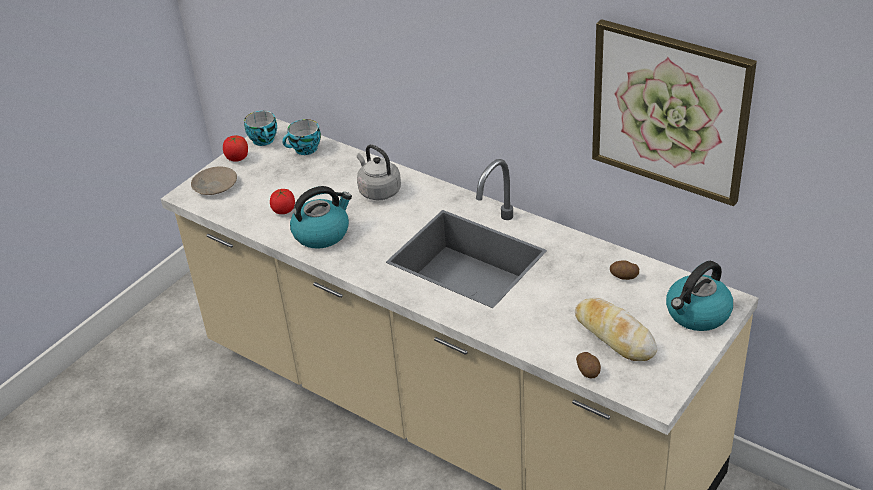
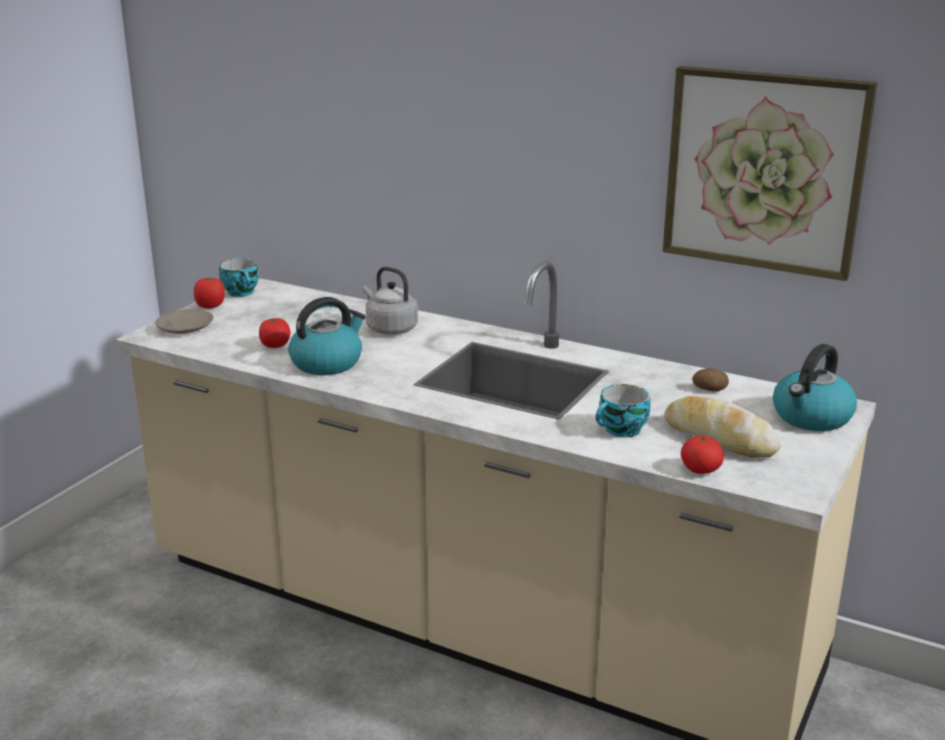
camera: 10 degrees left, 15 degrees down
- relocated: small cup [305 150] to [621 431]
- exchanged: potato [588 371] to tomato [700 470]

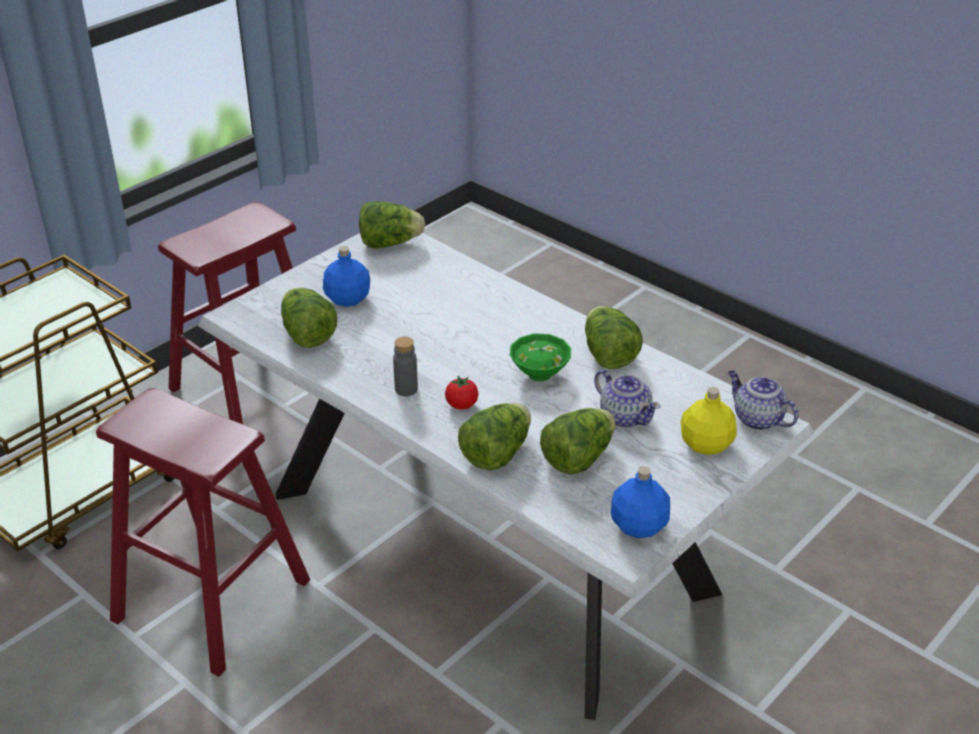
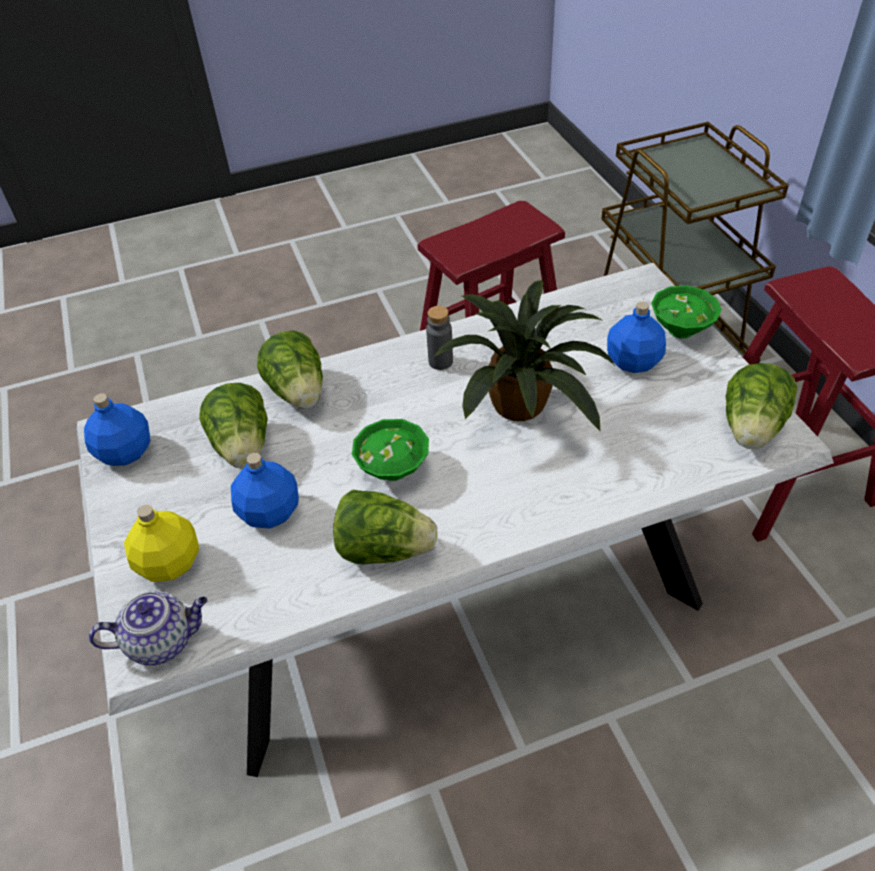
camera: 120 degrees right, 10 degrees up
- missing: head of lettuce [307 334]
- exchanged: teapot [624 416] to drink bottle (bluish) [270 513]
- missing: tomato [461 405]
- appeared: potted plant [523 405]
- appeared: serving bowl (greenish) [679 331]

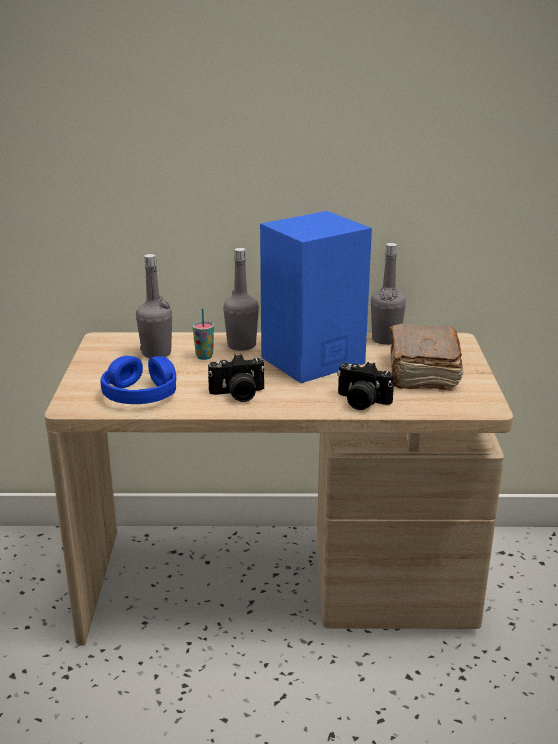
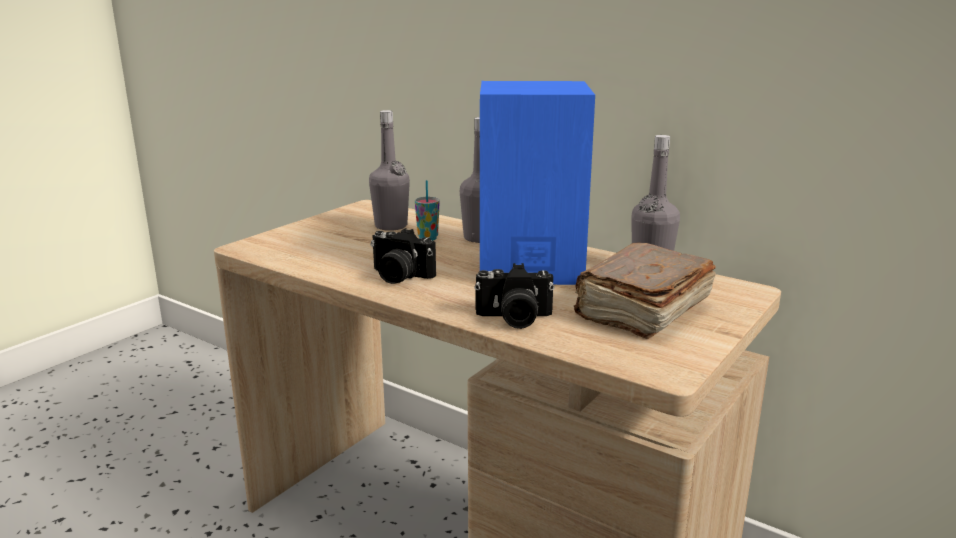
camera: 35 degrees right, 5 degrees down
- missing: headphones (bluish) [140 393]
- spun: photo camera [361 402] = [514 319] 60 degrees counterclockwise

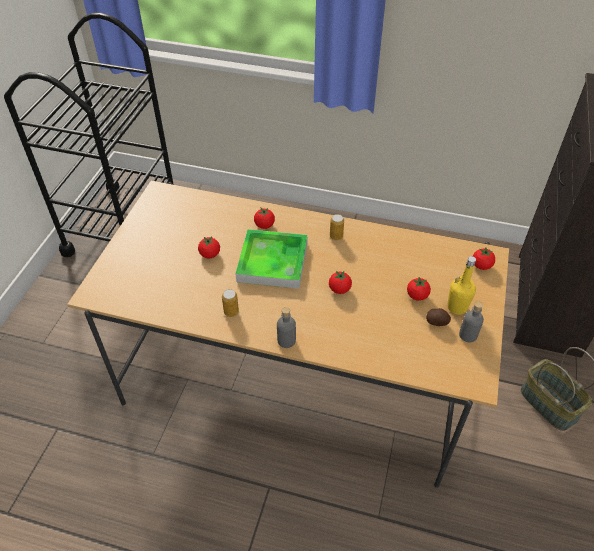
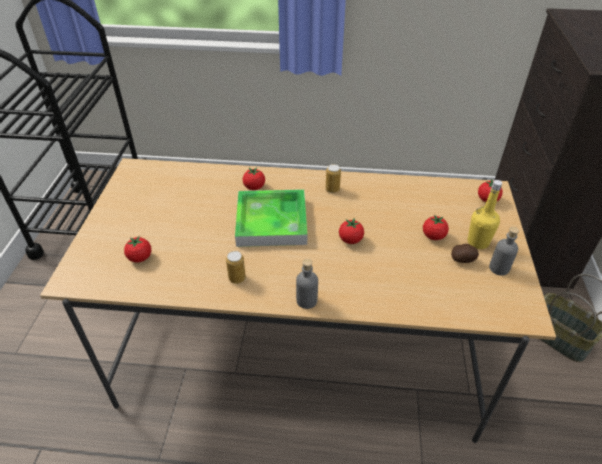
camera: 10 degrees left, 5 degrees down
- relocated: tomato [210 254] to [140 258]

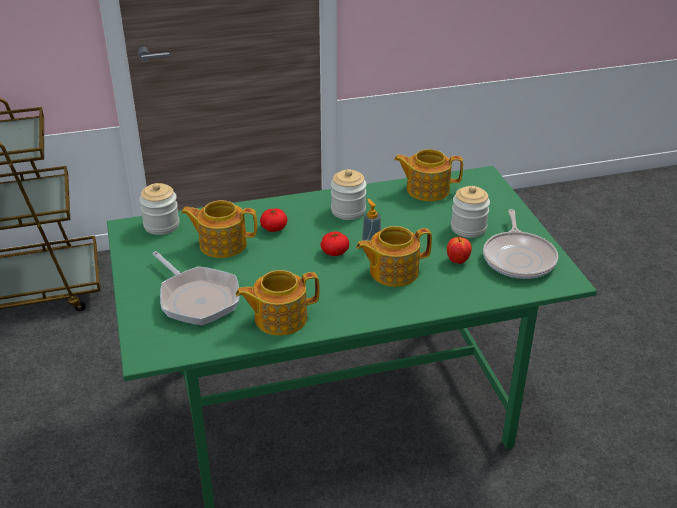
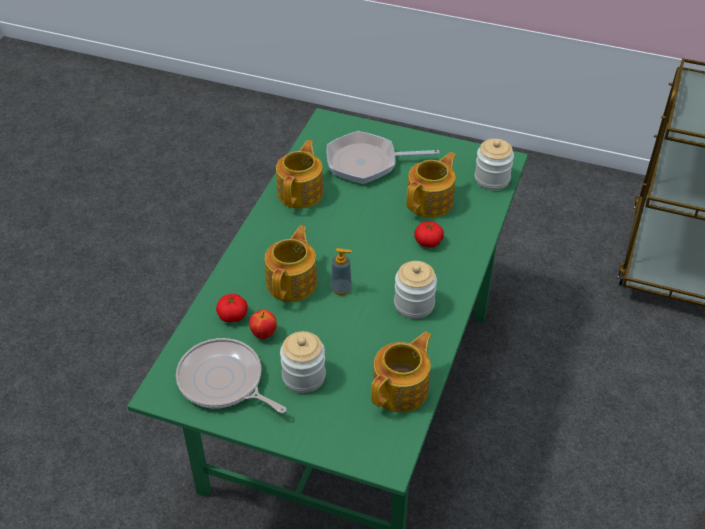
camera: 125 degrees right, 10 degrees up
- relocated: tomato [334 252] to [233 315]

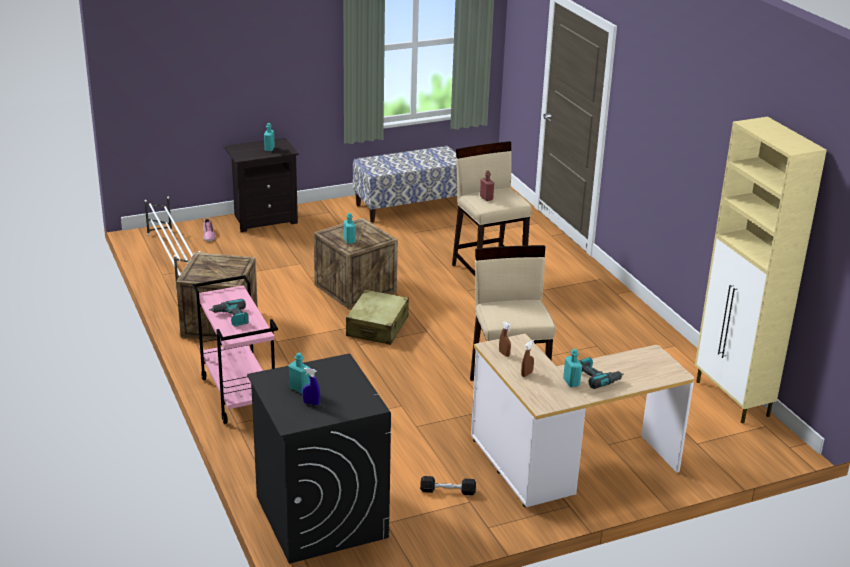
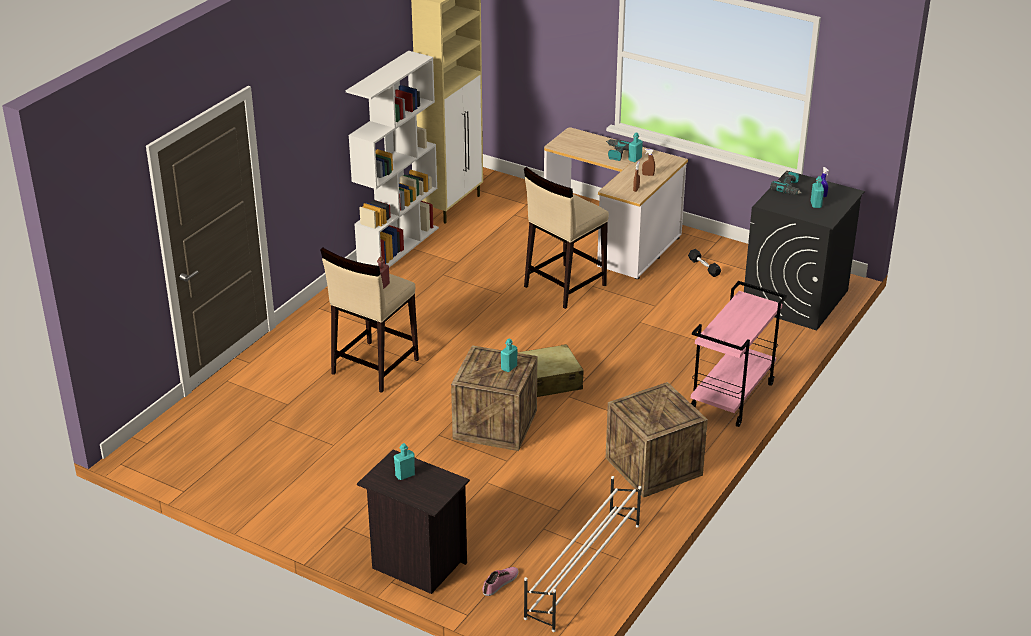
camera: 125 degrees left, 5 degrees up
- missing: indoor bench [409 206]
- relocated: power drill [232 317] to [789 189]
- appeared: bookshelf (white) [398 246]

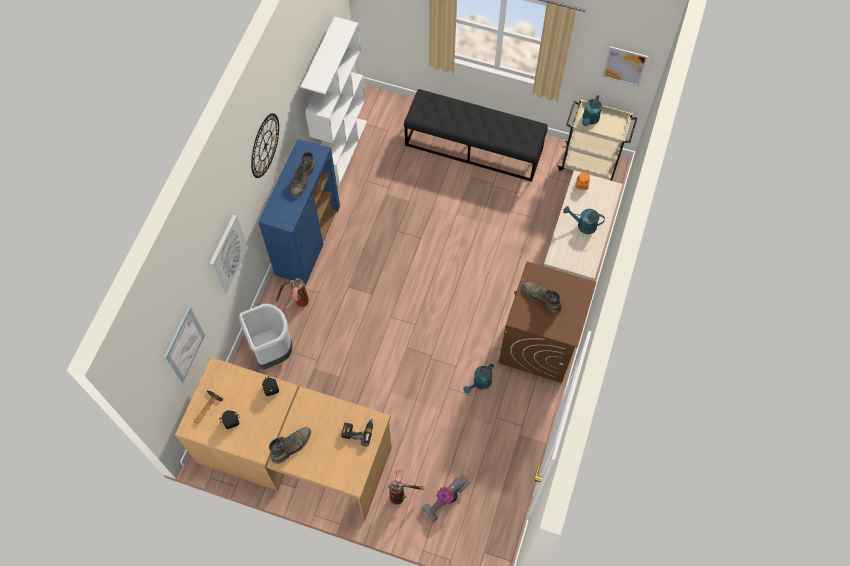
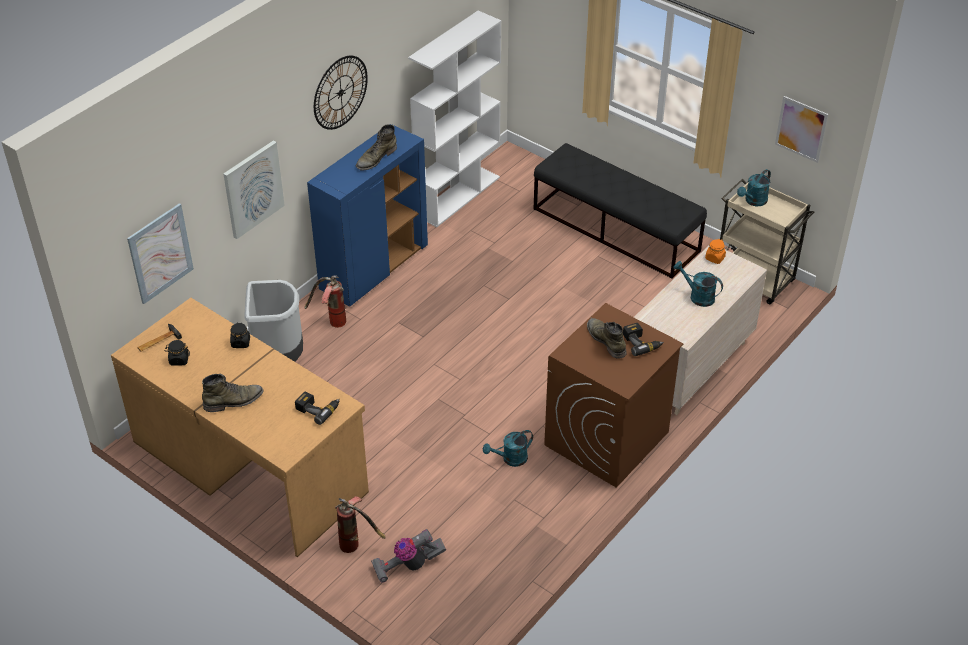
camera: 20 degrees right, 20 degrees down
- appeared: power drill [642 343]

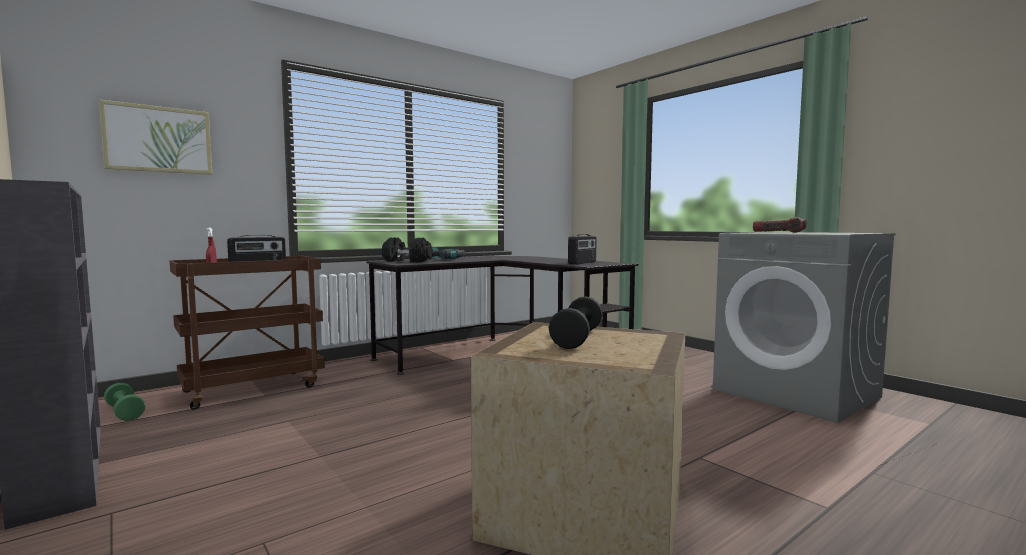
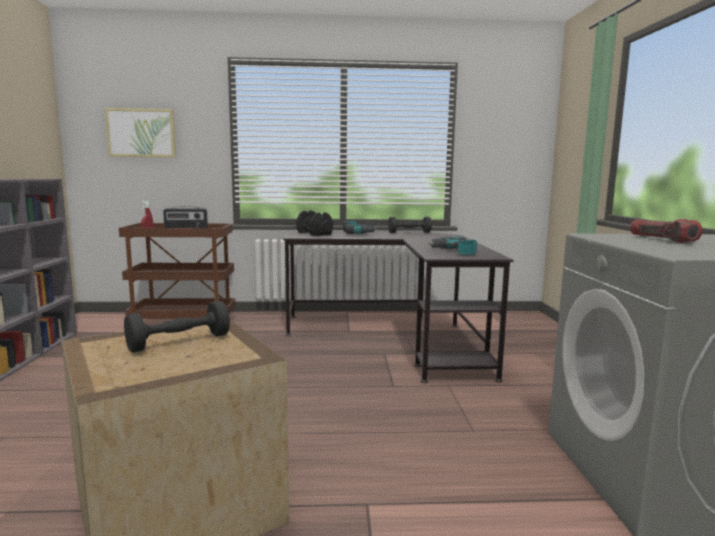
camera: 35 degrees right, 5 degrees up
- exchanged: radio [582 263] to power drill [453 252]
- missing: hand weight (greenish) [125 412]
- appeared: hand weight (black-coloured) [409 232]

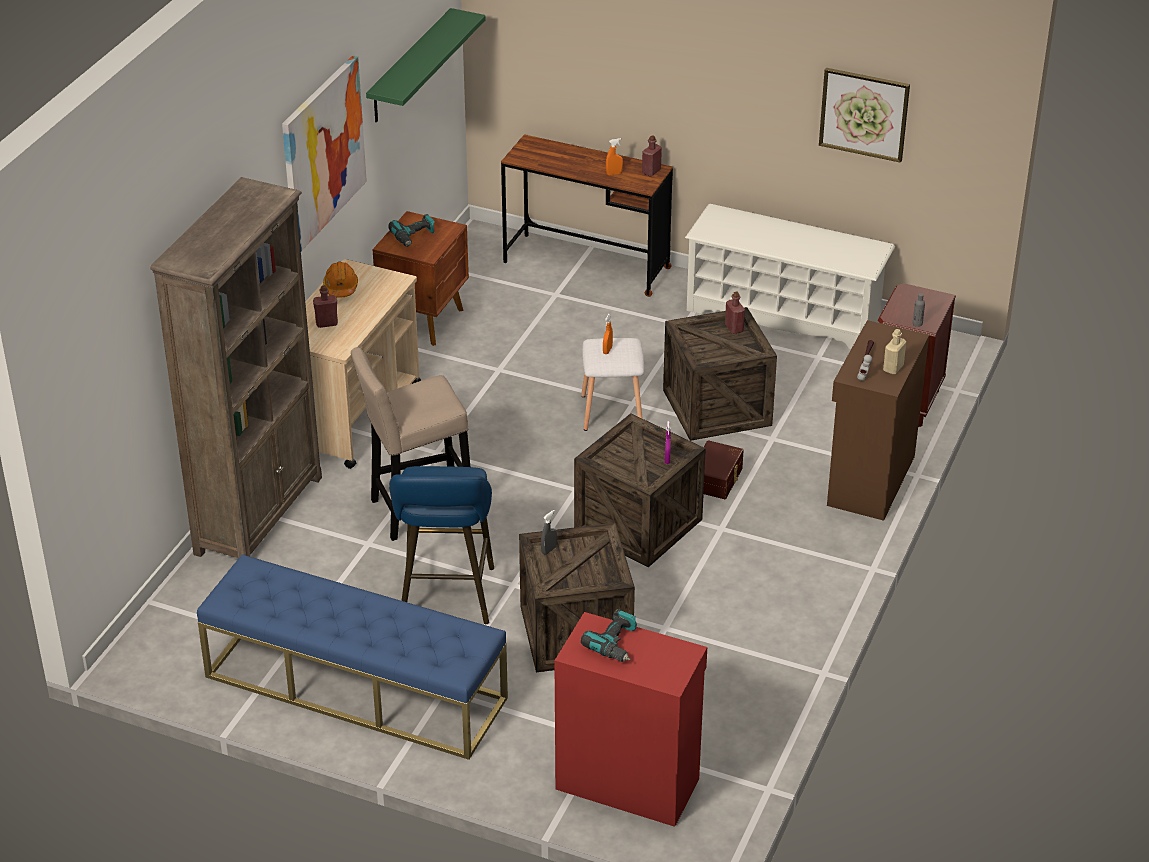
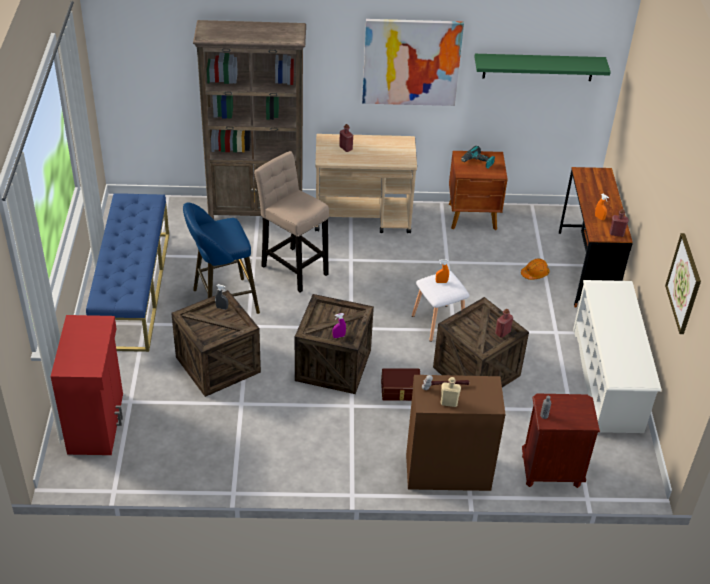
camera: 65 degrees right, 5 degrees up
- relocated: work helmet (orange) [341 287] to [535 273]
- missing: power drill [616 644]

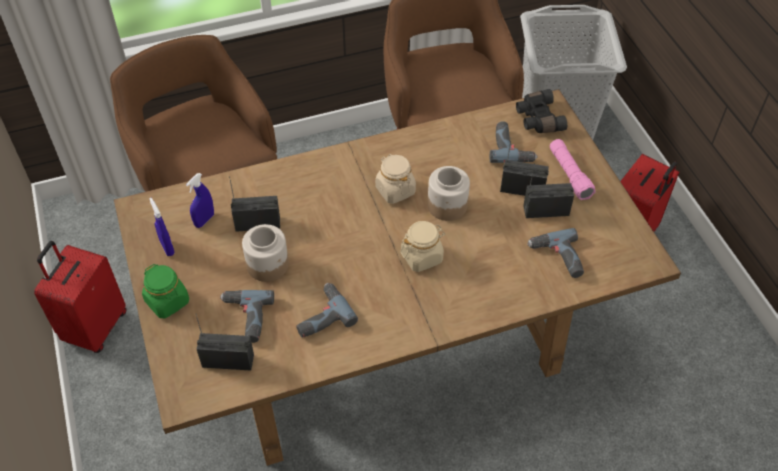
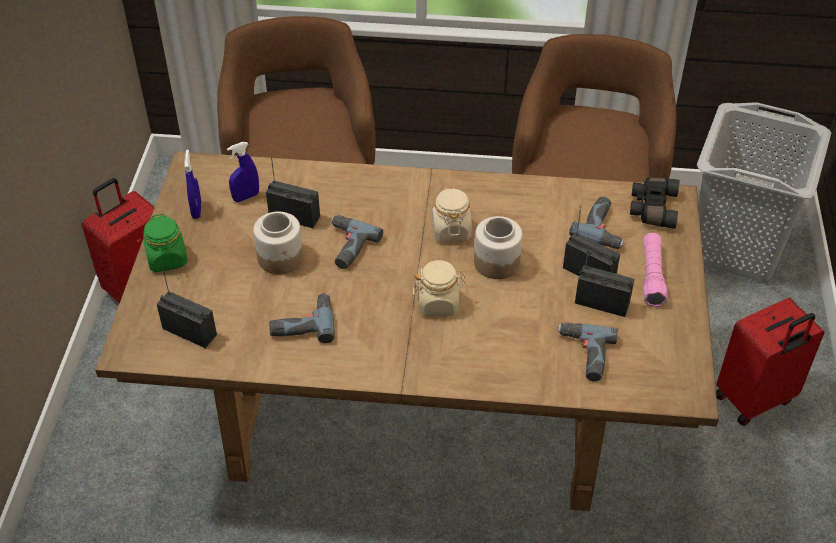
camera: 25 degrees right, 5 degrees down
- relocated: power drill [245 318] to [345 246]

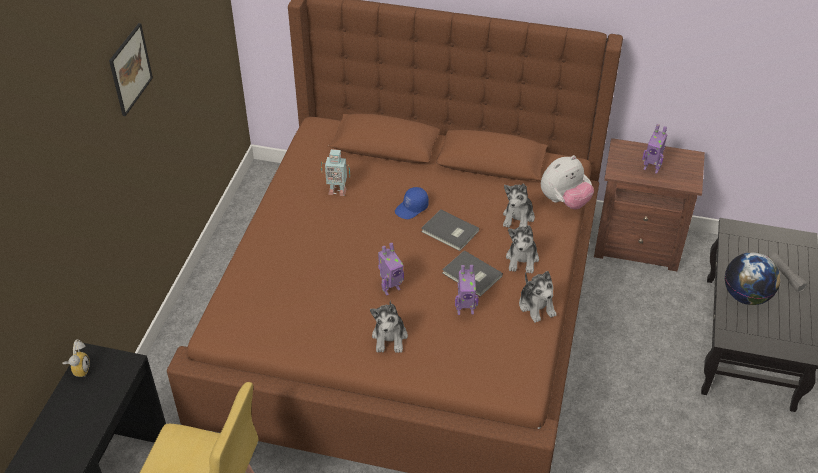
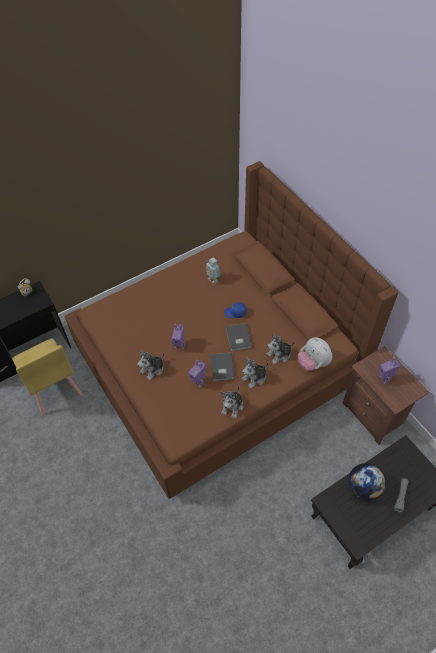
camera: 45 degrees right, 10 degrees up
- missing: wall art [130 69]
- spun: cuddly toy [564 201] = [313 363] 45 degrees clockwise

